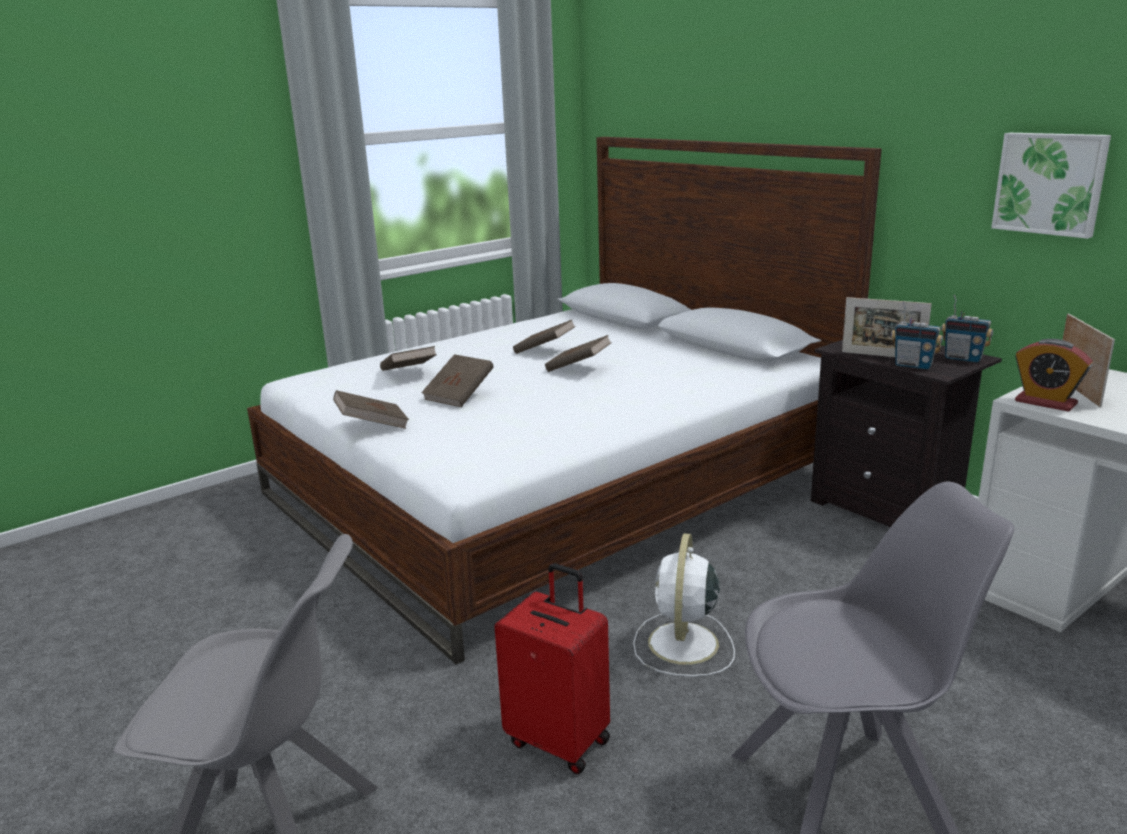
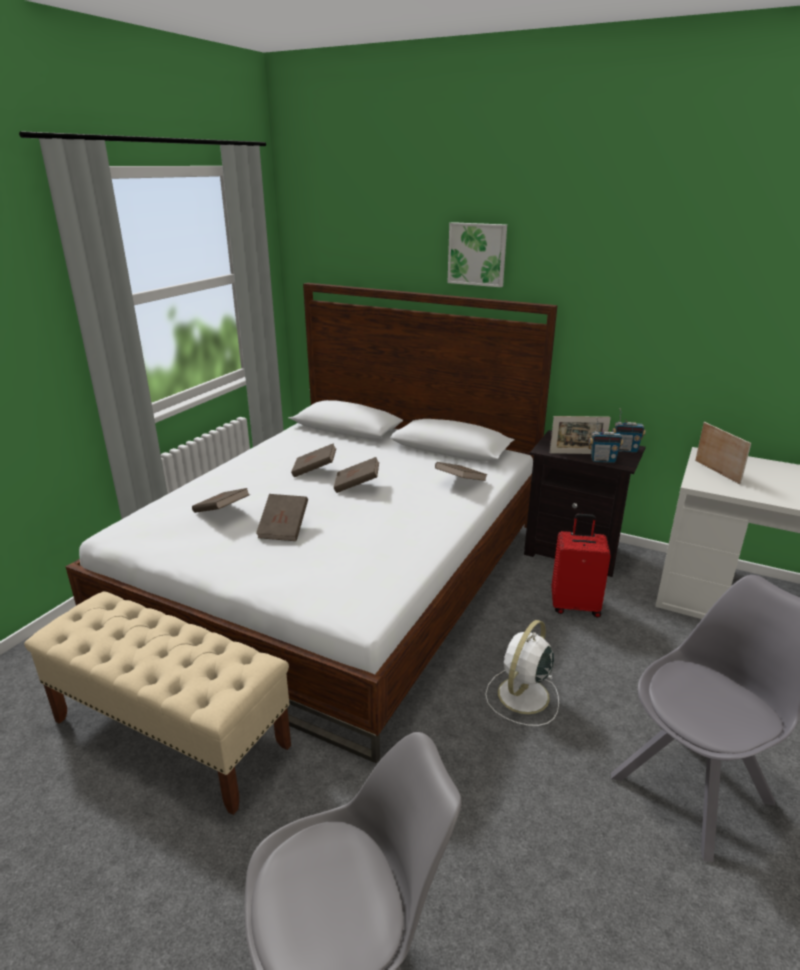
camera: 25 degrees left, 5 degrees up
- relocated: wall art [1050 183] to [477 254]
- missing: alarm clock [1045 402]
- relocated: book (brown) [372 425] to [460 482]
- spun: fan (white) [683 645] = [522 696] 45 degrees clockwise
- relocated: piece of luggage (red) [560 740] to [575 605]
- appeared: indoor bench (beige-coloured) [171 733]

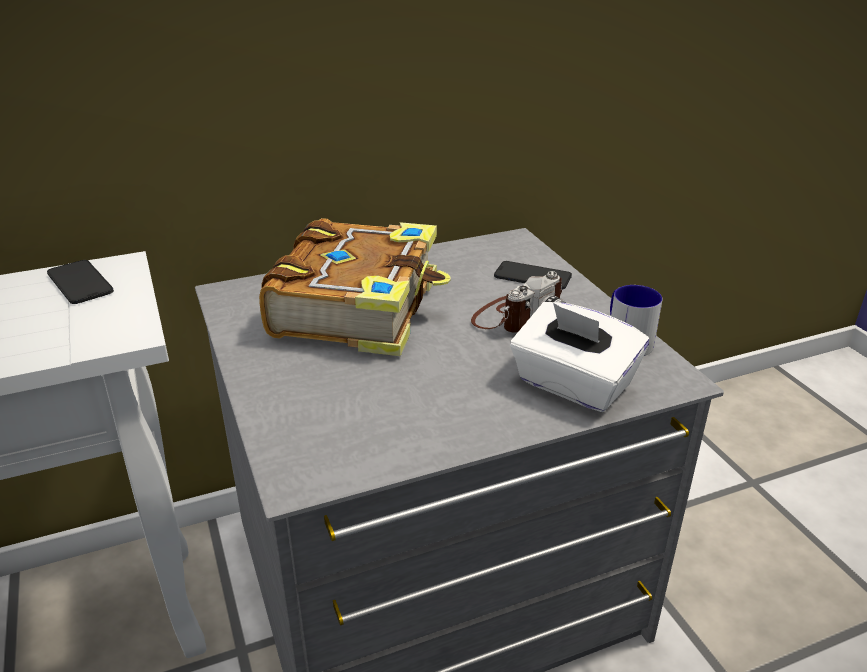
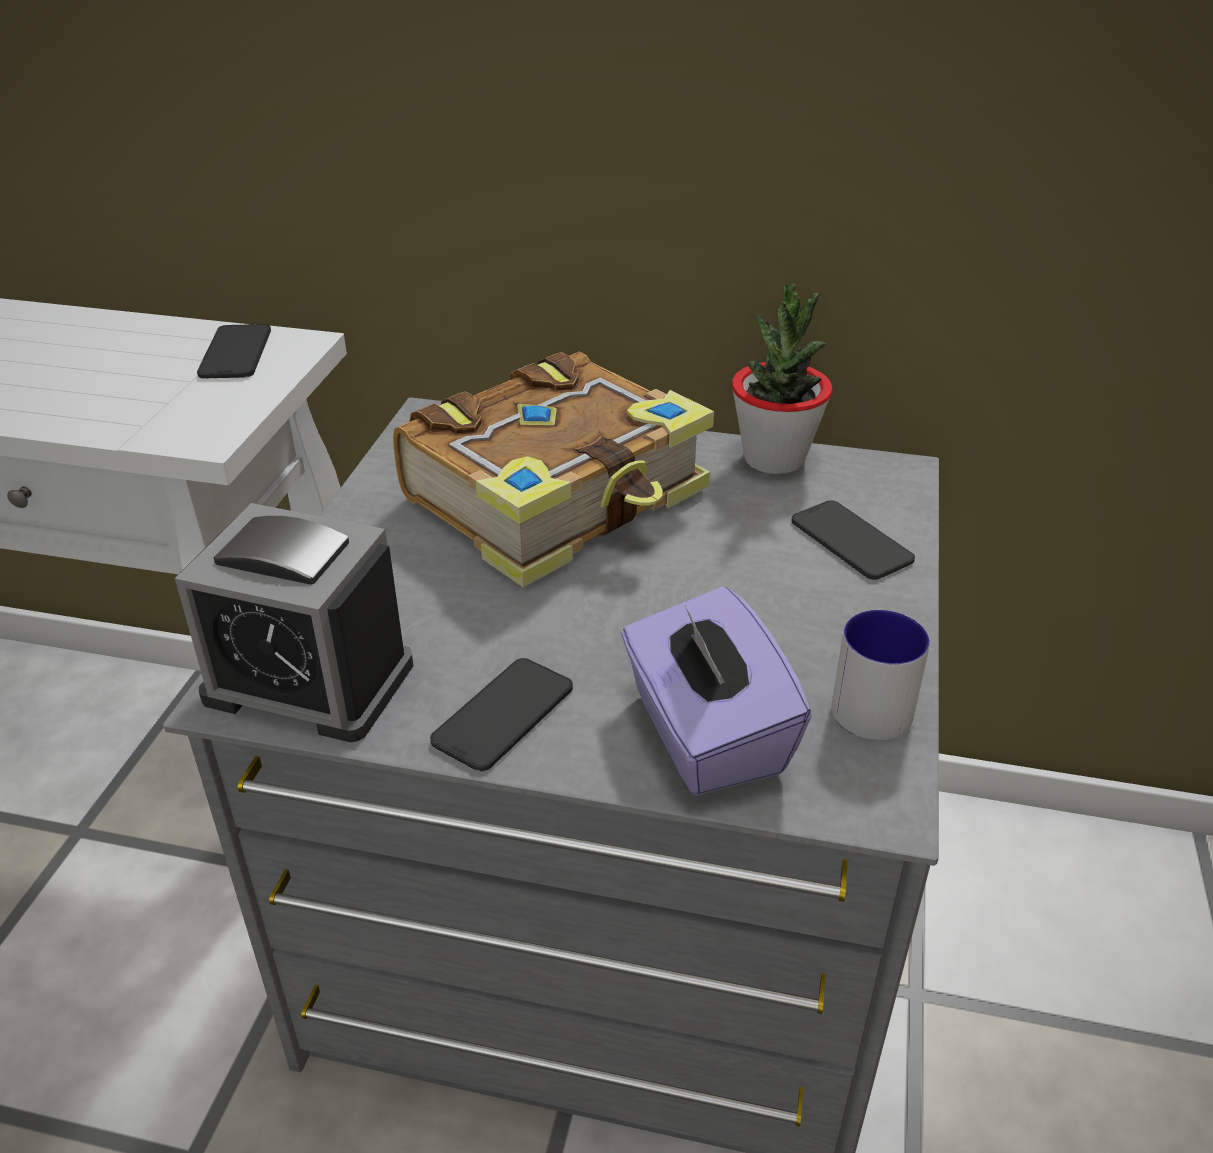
camera: 35 degrees right, 5 degrees up
- missing: photo camera [517 316]
- colour: tissue holder (white) [573 385] to tissue holder (purple-coloured) [705 734]
- appeared: potted plant [774 459]
- appeared: alarm clock [309 681]
- appeared: handset [503 714]

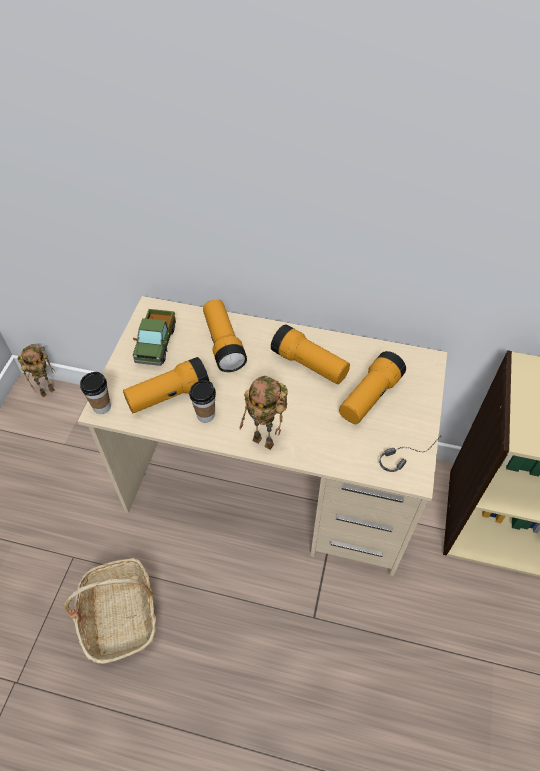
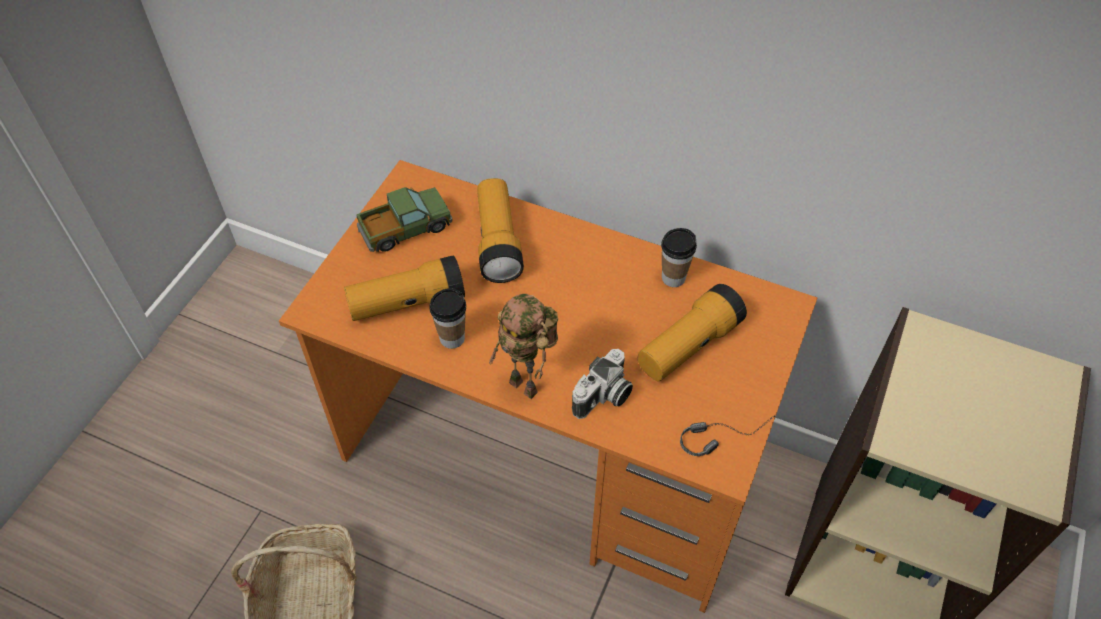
camera: 10 degrees right, 0 degrees up
- colour: desk table (beige-coloured) [270 488] to desk table (orange) [552 458]
- spun: toy lorry [156 343] = [405 229] 135 degrees counterclockwise
- missing: hand torch [309 364]
- missing: model robot [48 390]
- relocated: small cup [102 407] to [673 278]
- appeared: photo camera [603 397]

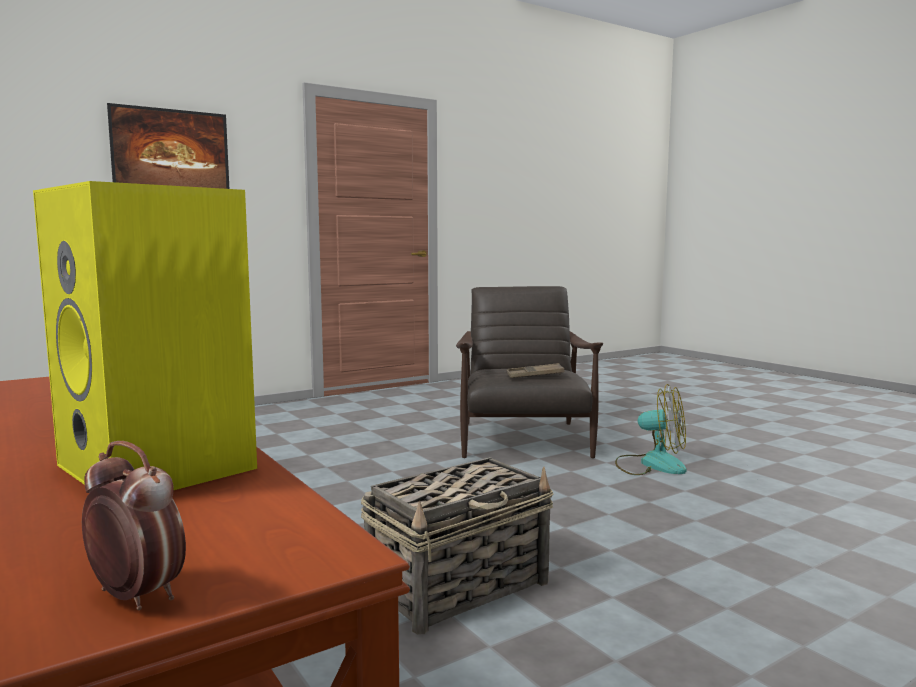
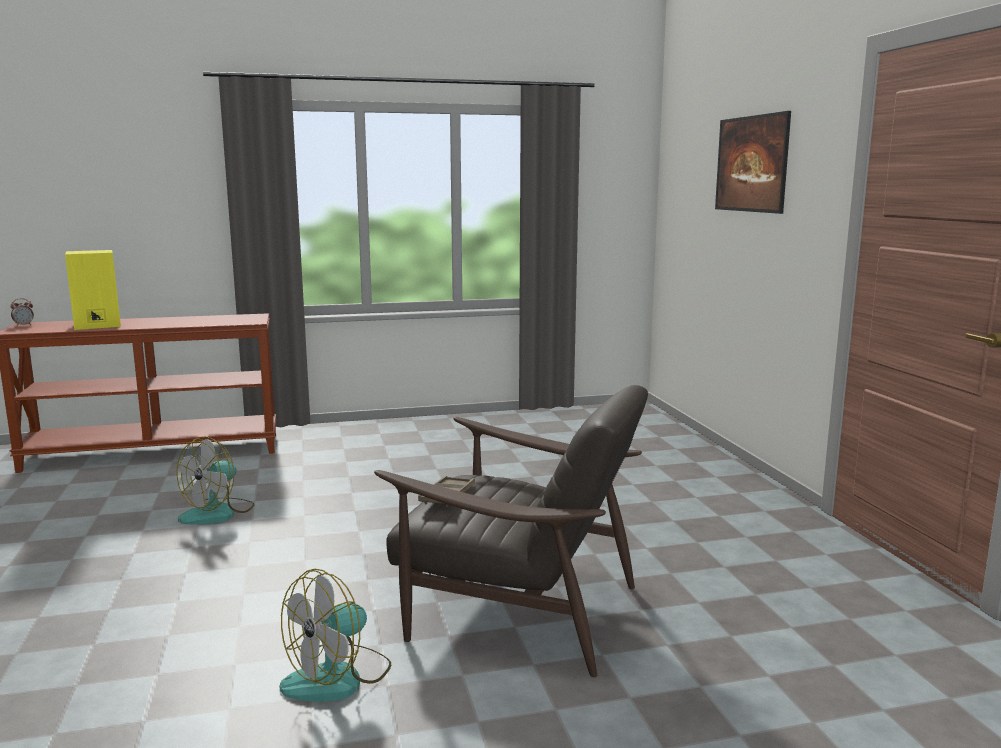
camera: 110 degrees right, 5 degrees up
- exchanged: basket [460 587] to fan [218 513]

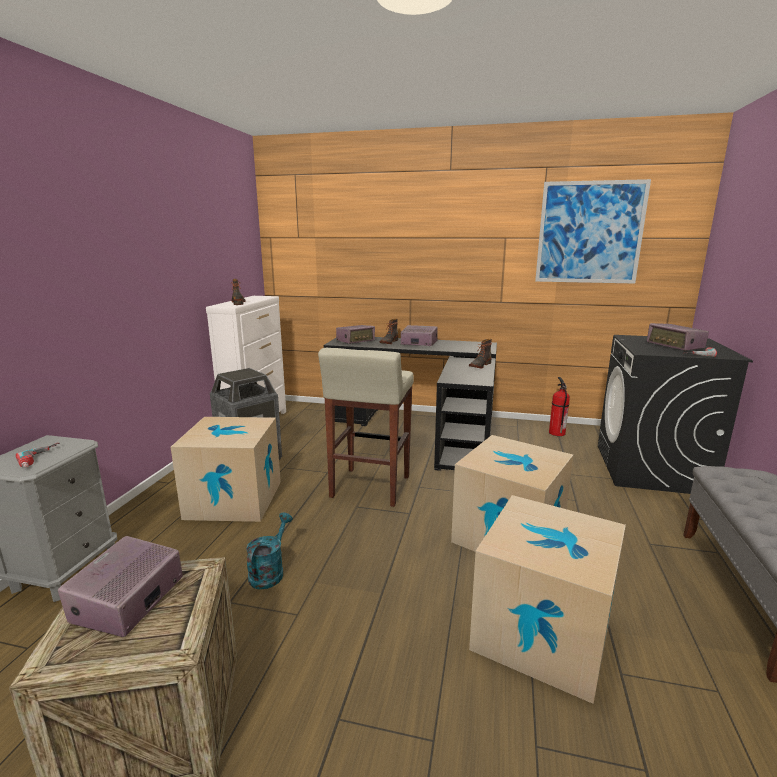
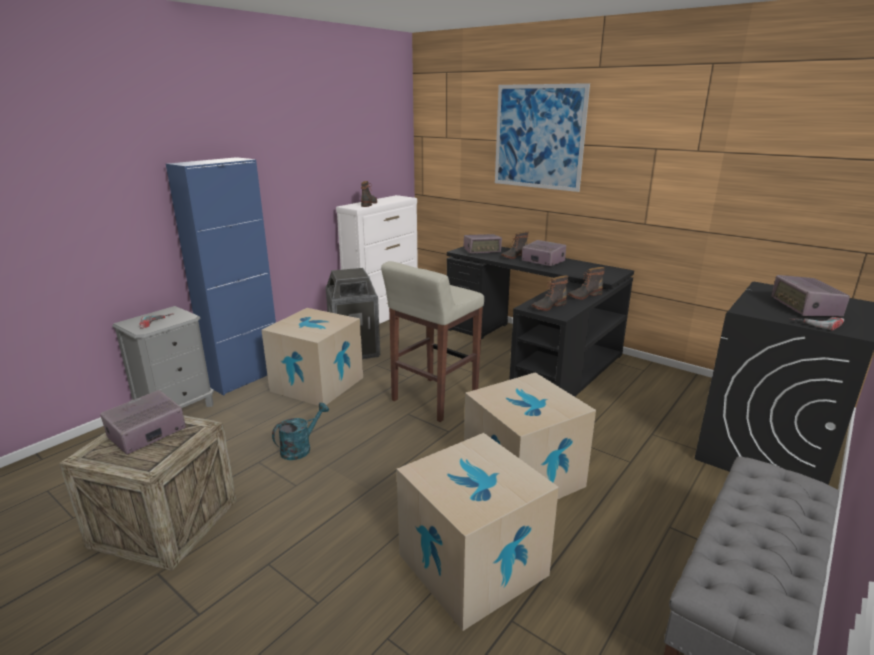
camera: 25 degrees right, 5 degrees up
- relocated: wall art [589 233] to [538 137]
- missing: extinguisher [556 433]
- appeared: cupboard (bluish) [245 377]
- appeared: tall boot [548 306]

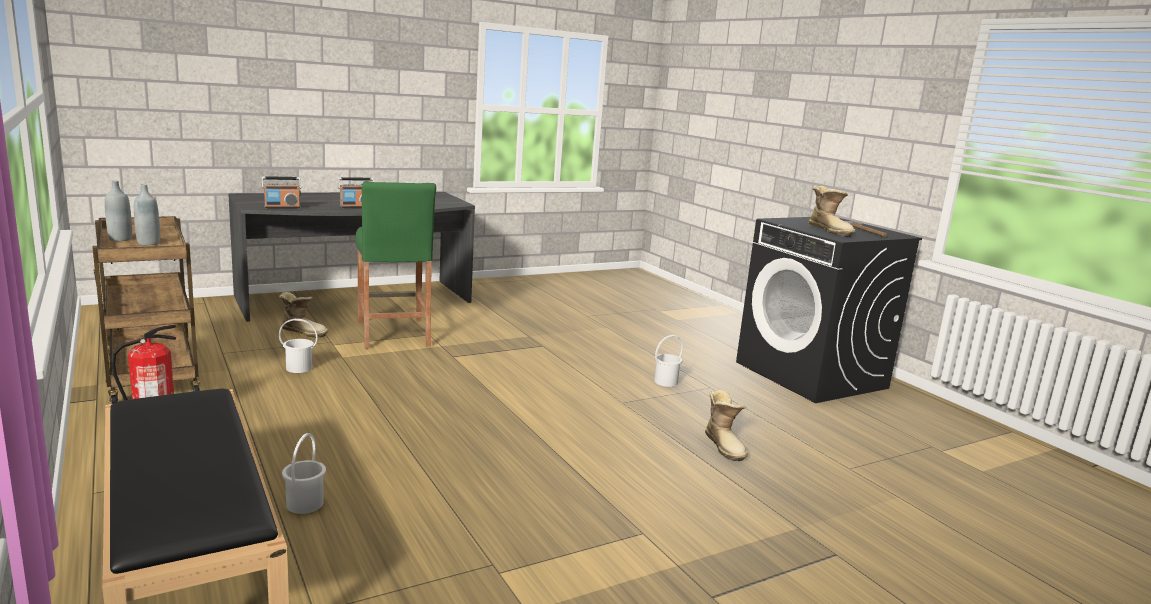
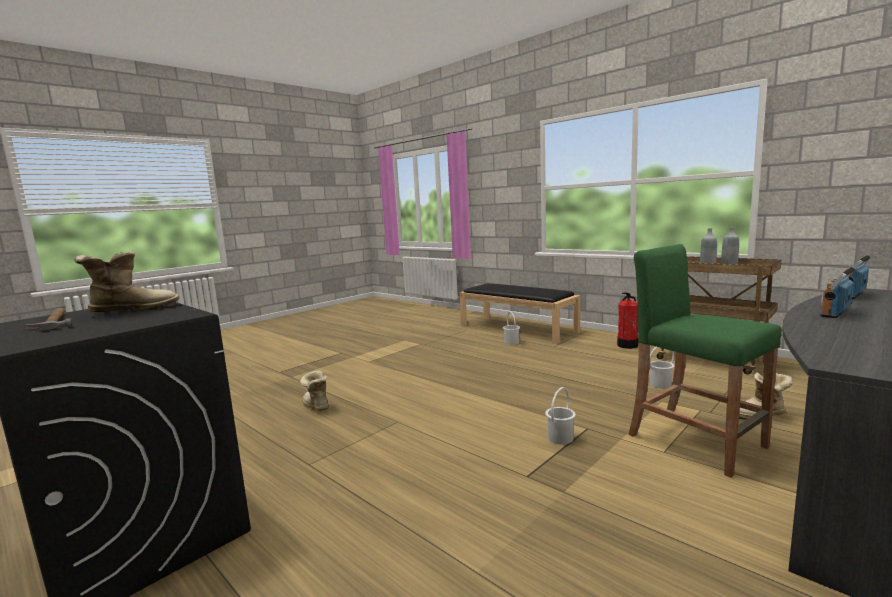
camera: 165 degrees right, 5 degrees down
- spun: tall boot [830 231] = [133 310] 105 degrees clockwise
- relocated: bucket (white) [665 382] to [561 438]

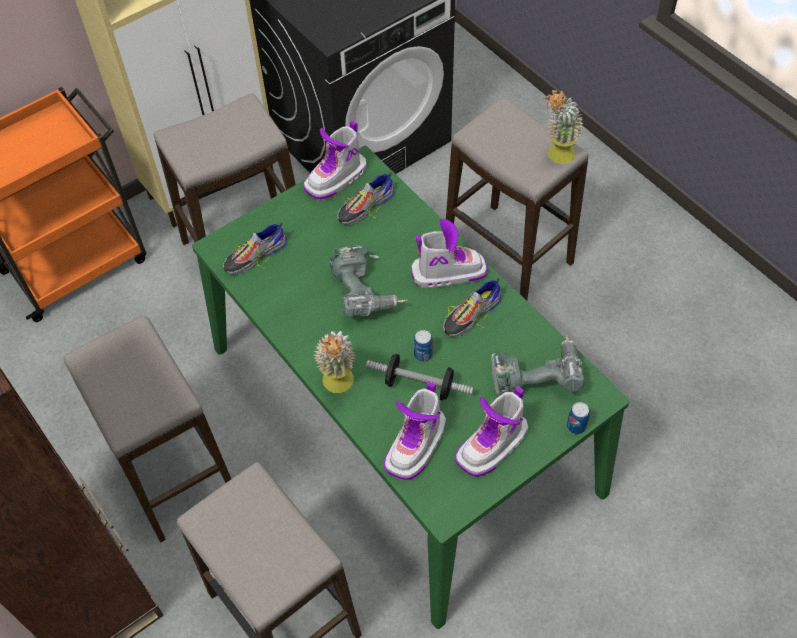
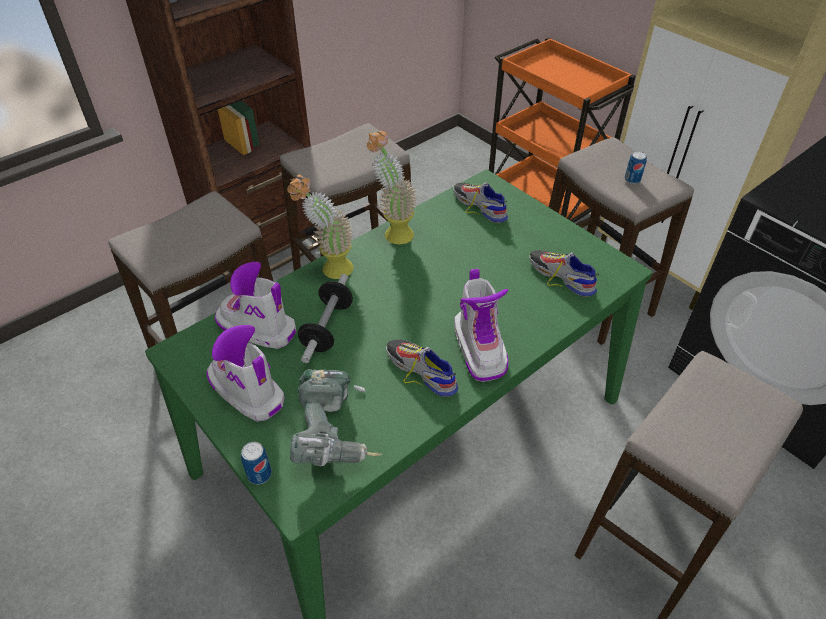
camera: 85 degrees right, 10 degrees down
- relocated: potted plant [557 158] to [392 232]
- missing: tall boot [337 179]
- missing: power drill [365 292]
- relocated: can [423 354] to [632 179]

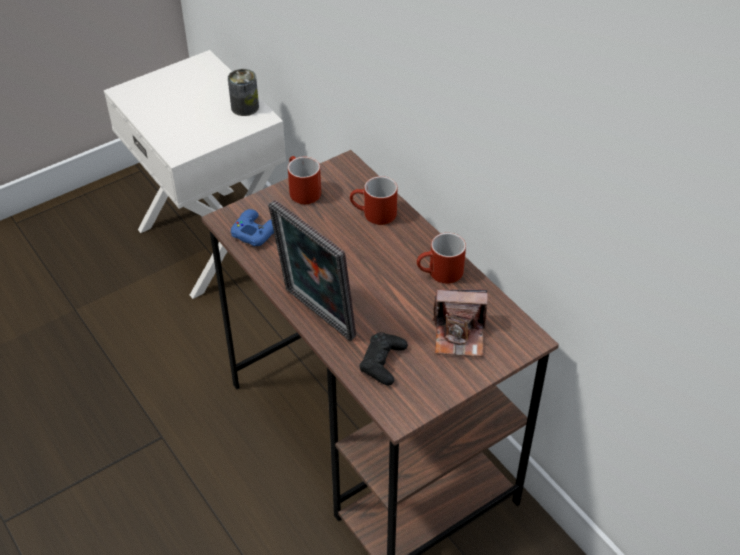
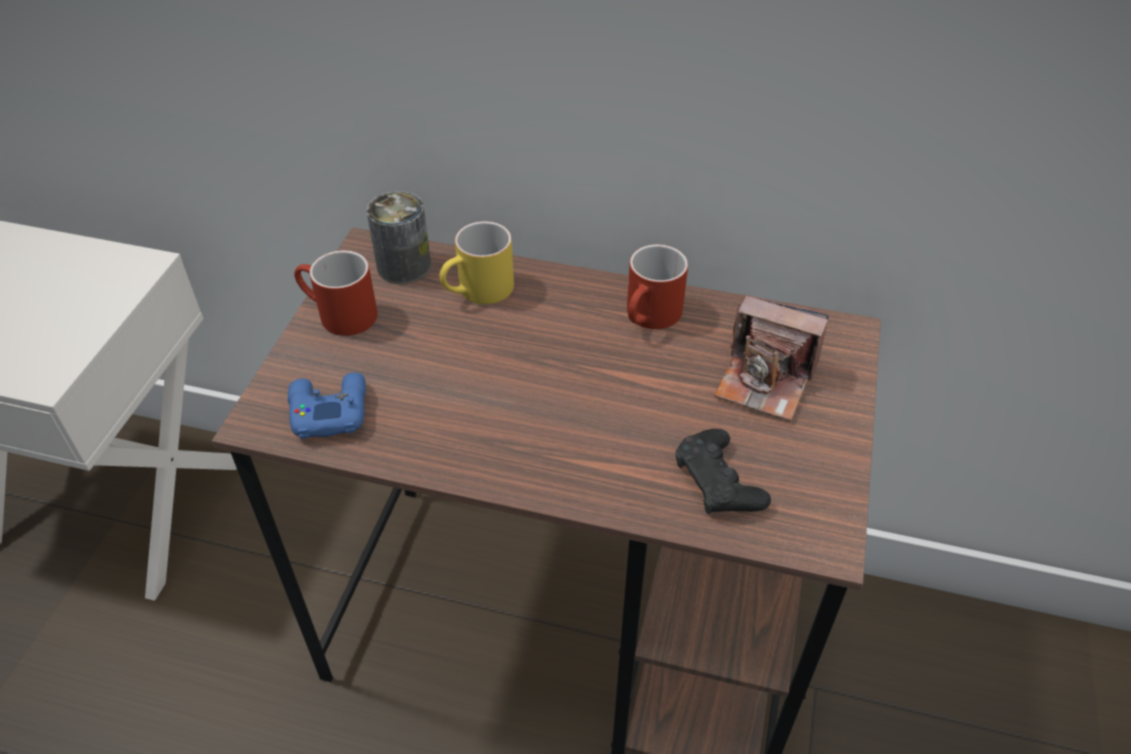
camera: 40 degrees left, 0 degrees up
- relocated: can [245 107] to [404 266]
- colour: mug (red) [373 214] to mug (yellowish) [478 292]
- missing: photo frame [315 316]
- spun: photo camera [459 335] = [765 380] 60 degrees clockwise

